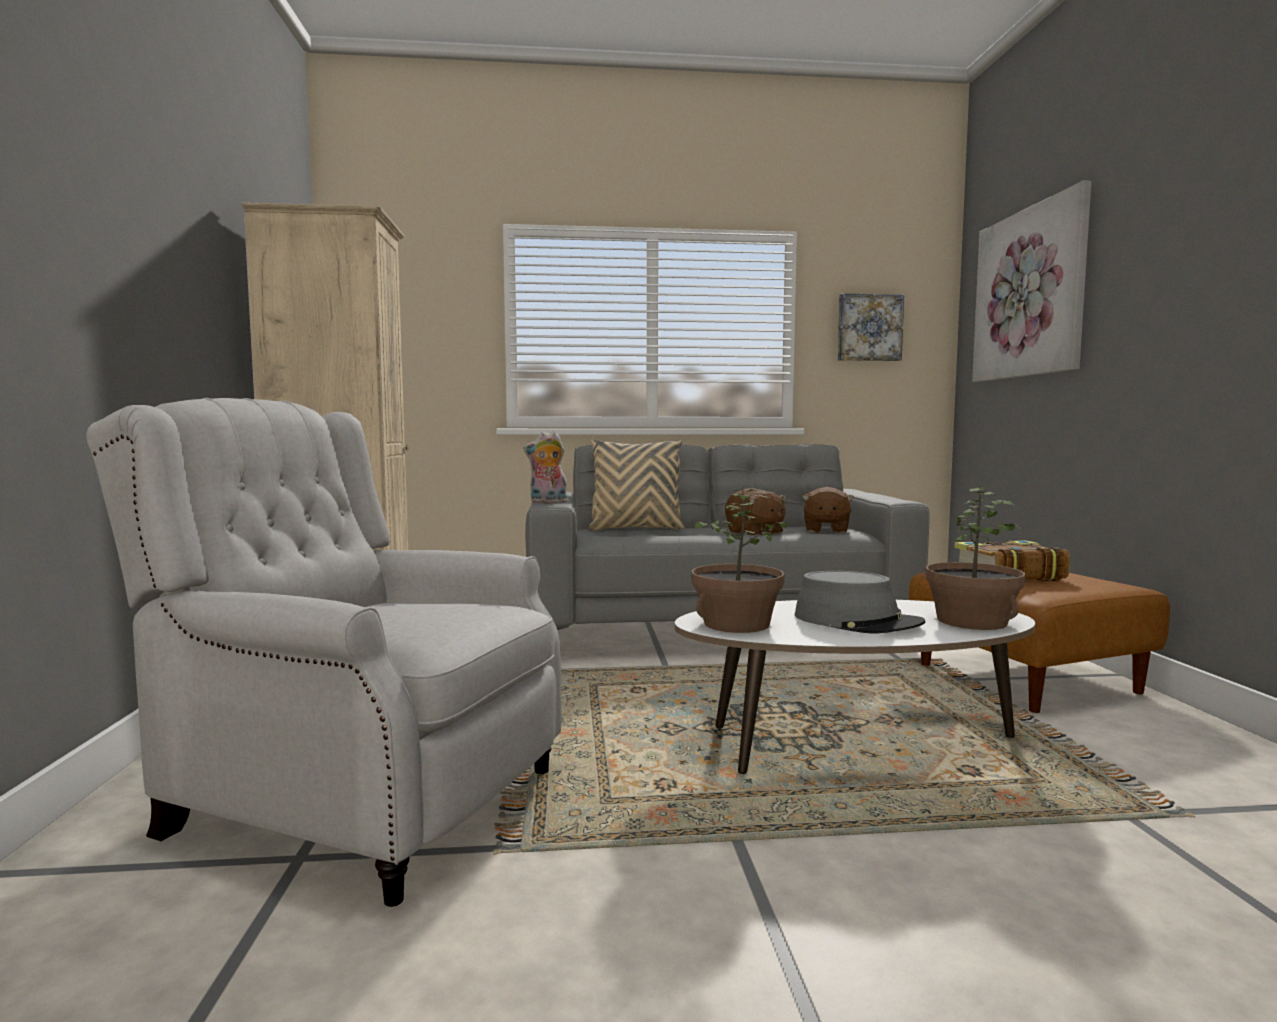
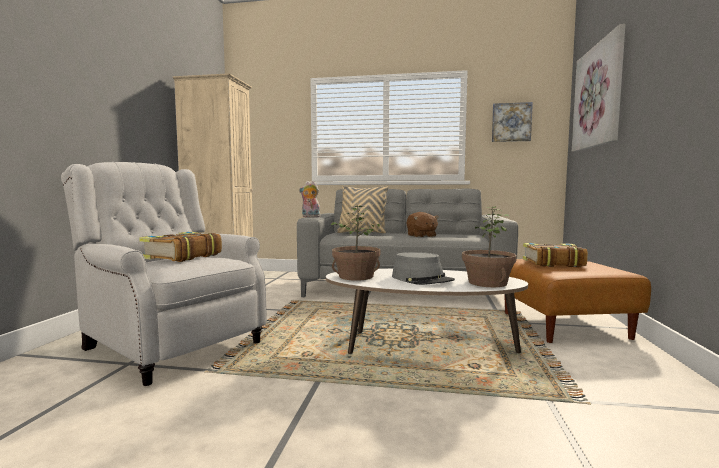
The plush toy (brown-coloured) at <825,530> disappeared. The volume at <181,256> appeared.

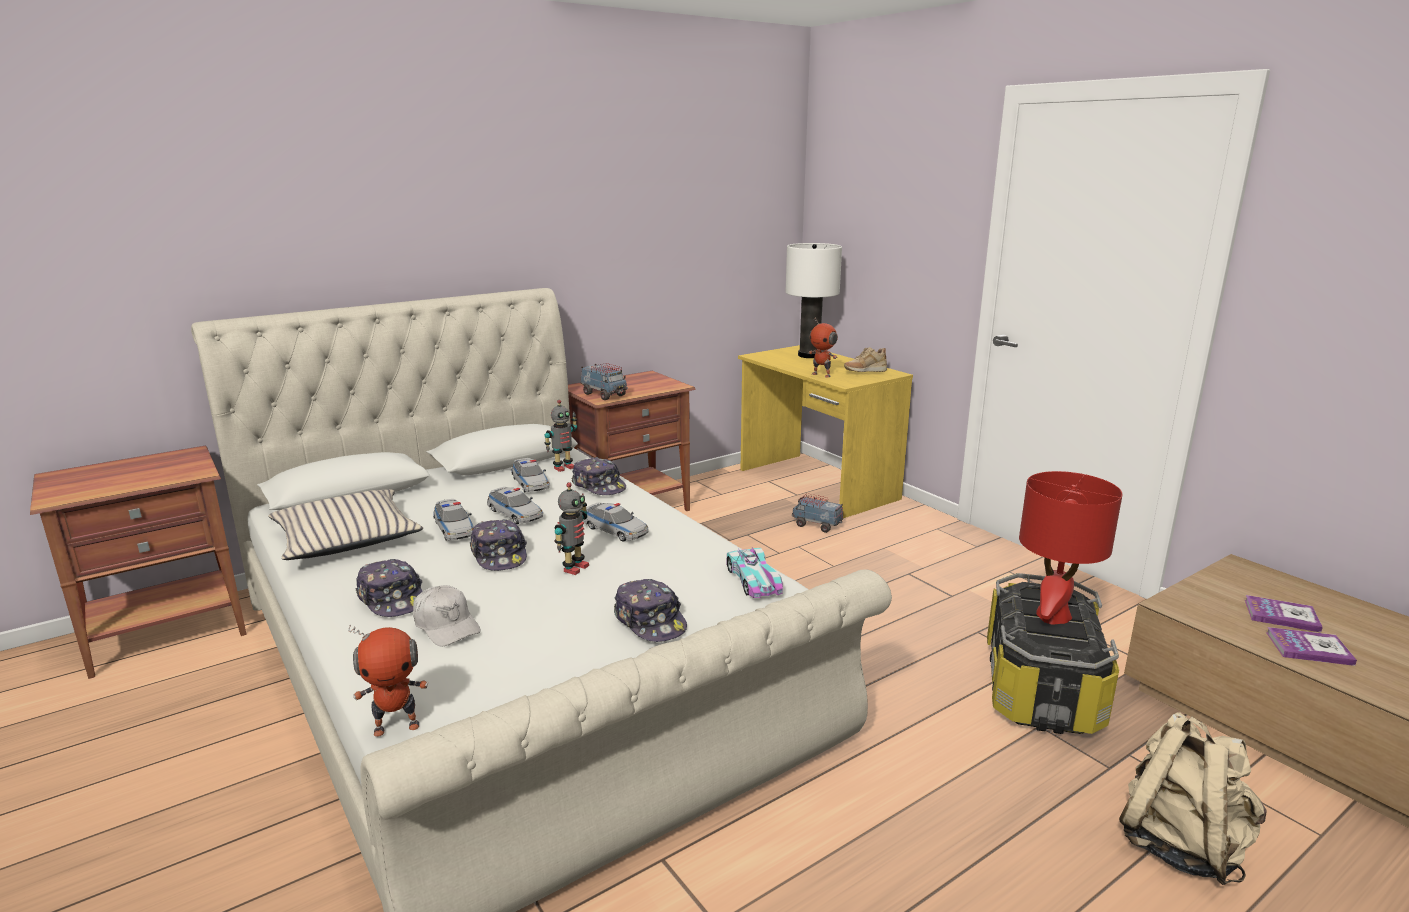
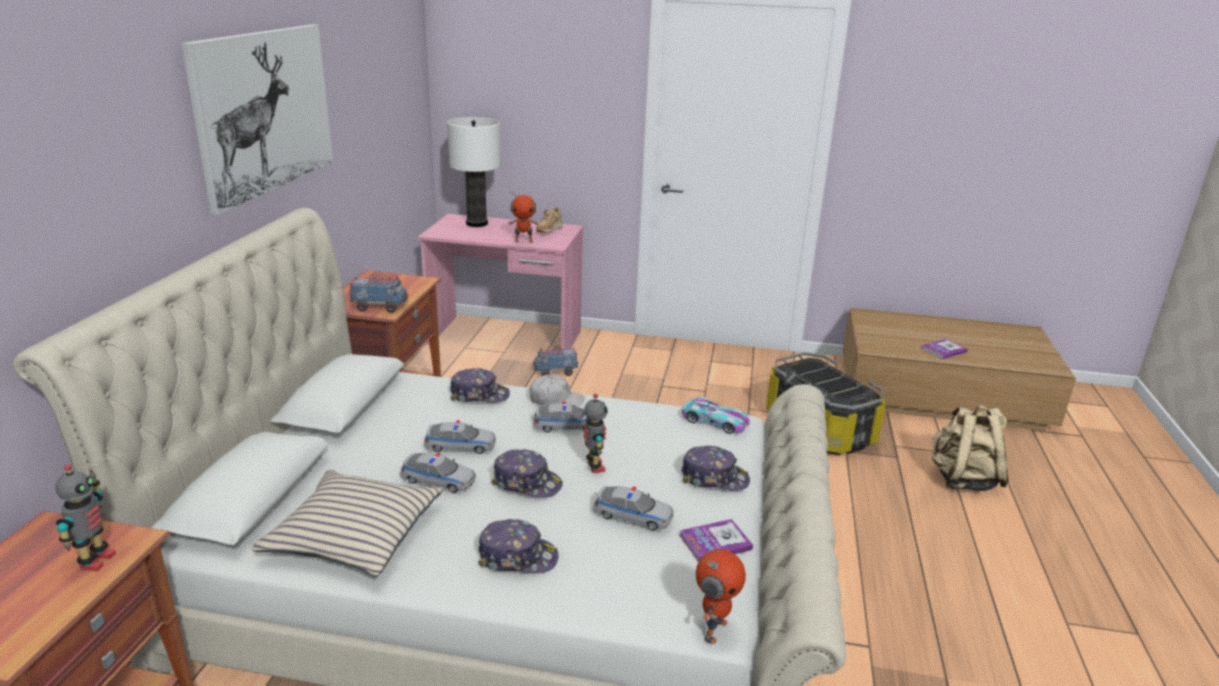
The desk unit (yellow-coloured) at <816,484> became the desk unit (pink-coloured) at <505,338>. The toy robot moved from <563,467> to <95,561>. The model car moved from <530,483> to <632,516>. The tabletop lamp (red-coloured) at <1052,616> disappeared. The peaked cap (white-coloured) moved from <446,625> to <556,400>. The volume moved from <1281,615> to <715,542>. The wall art at <265,111> appeared.

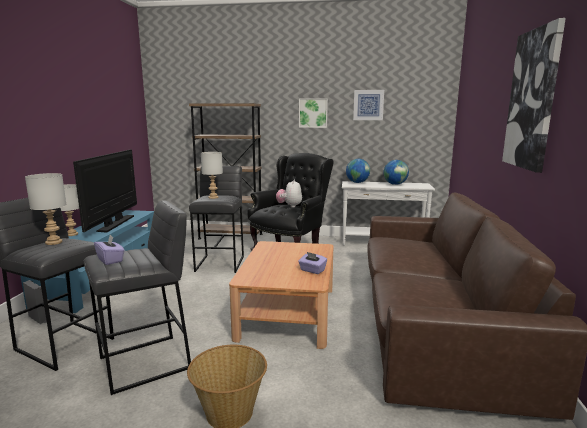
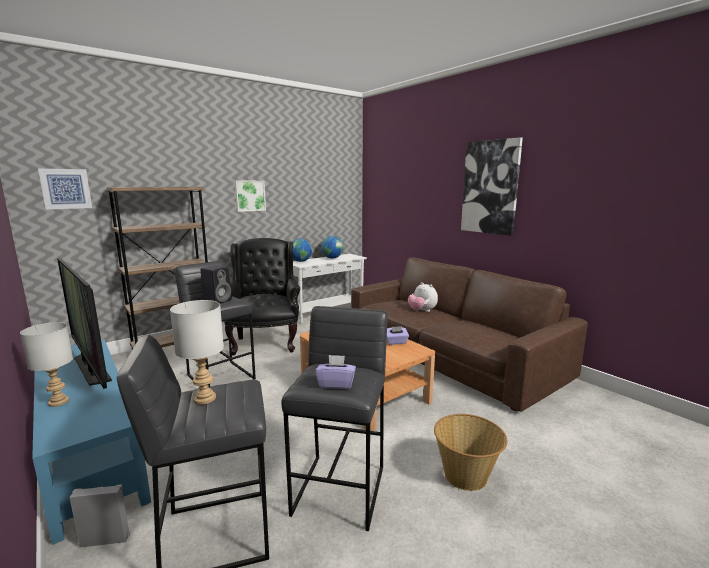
The wall art moved from <368,105> to <66,189>. The tabletop lamp (gray) at <213,197> was replaced by the loudspeaker (black-coloured) at <218,301>. The plush toy moved from <289,206> to <422,311>.

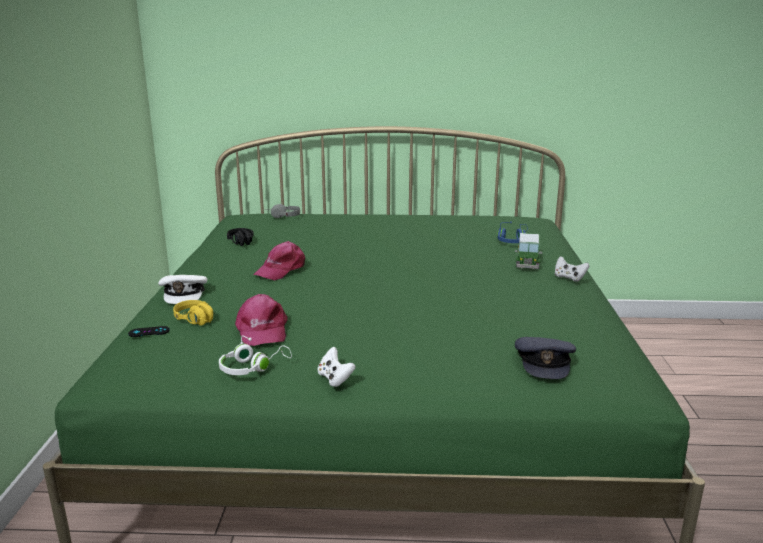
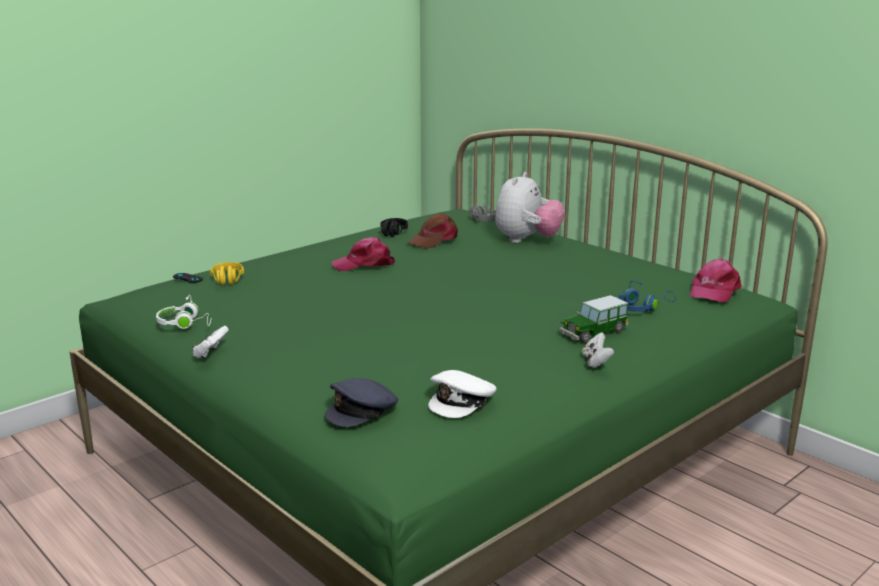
The peaked cap (white-coloured) moved from <184,293> to <462,401>. The peaked cap (pink-coloured) moved from <261,330> to <713,291>. The plush toy at <527,240> appeared. The peaked cap (brown-coloured) at <434,240> appeared.

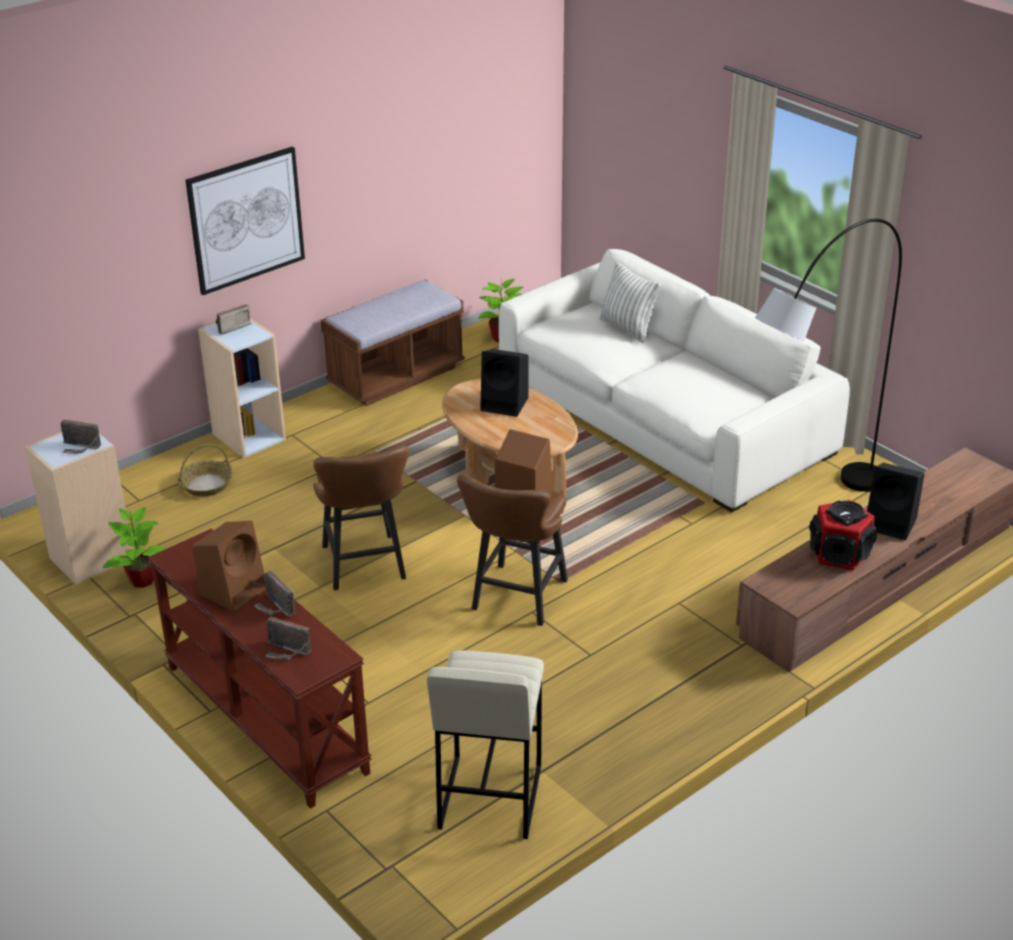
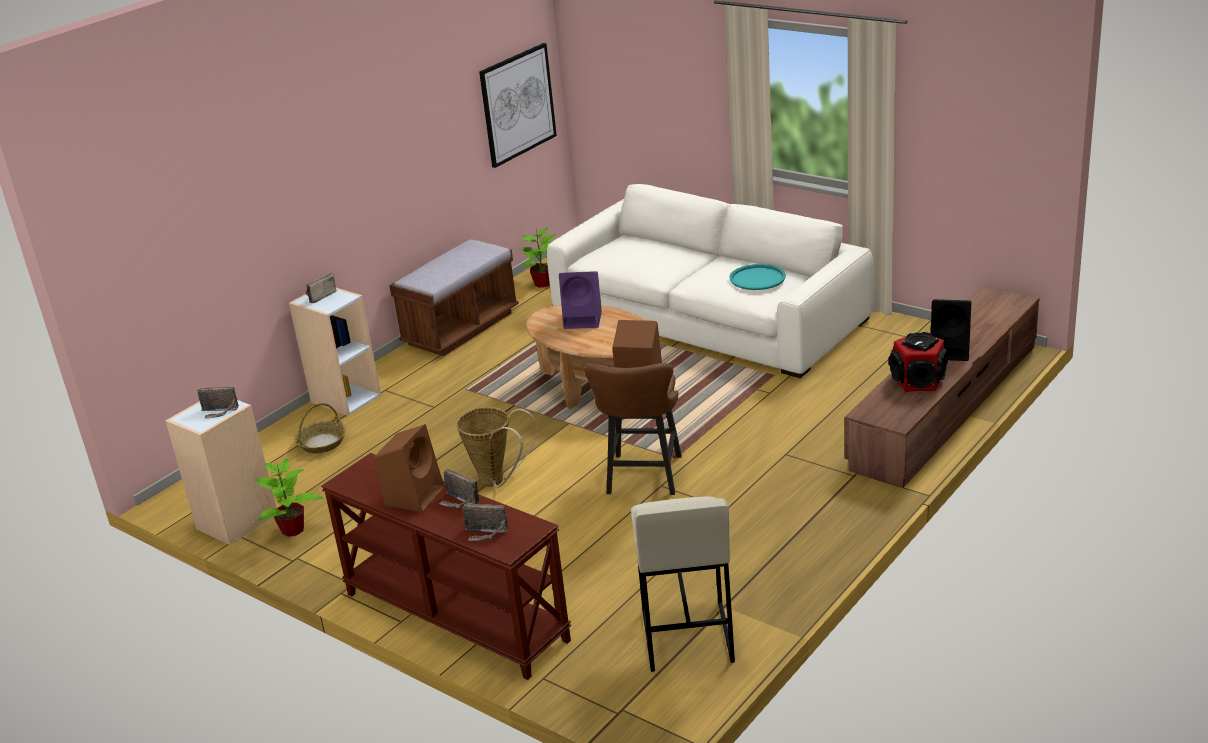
The wall art moved from <246,220> to <517,104>. The standard lamp (gray) at <808,510> disappeared. The pillow at <627,328> disappeared. The loudspeaker (black-coloured) at <506,404> became the loudspeaker (purplish) at <584,320>. The sitting stool (brown-coloured) at <365,569> was replaced by the basket at <497,481>. The tray (turquoise-coloured) at <757,278> appeared.

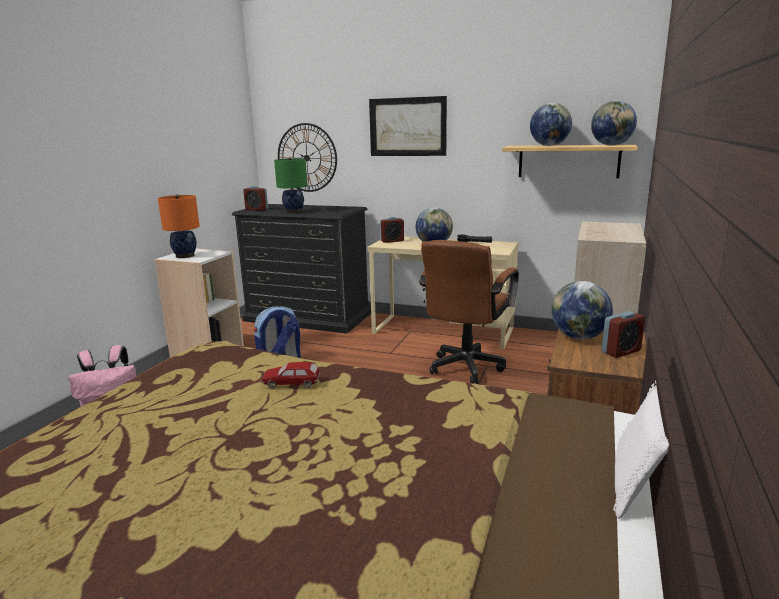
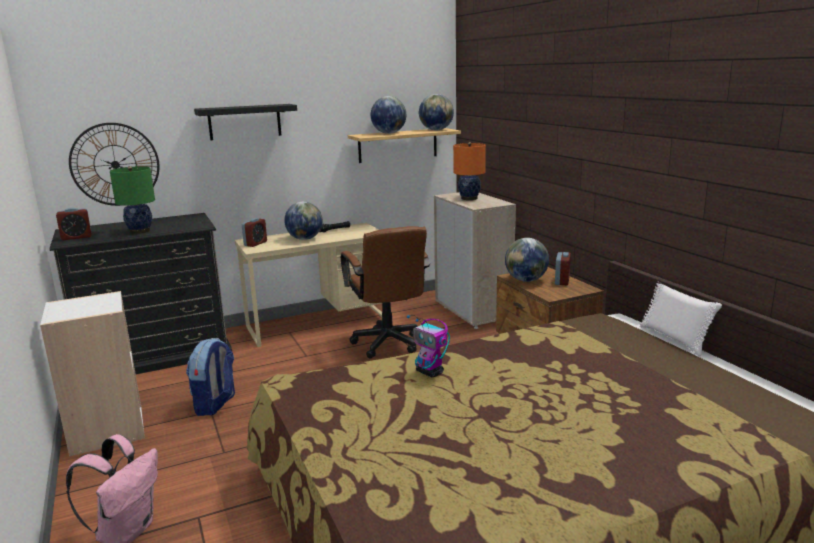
The wall art at <407,127> was replaced by the shelf (black-coloured) at <244,122>. The tabletop lamp (orangey) moved from <185,256> to <469,198>. The model car at <291,383> was replaced by the toy robot at <430,372>.

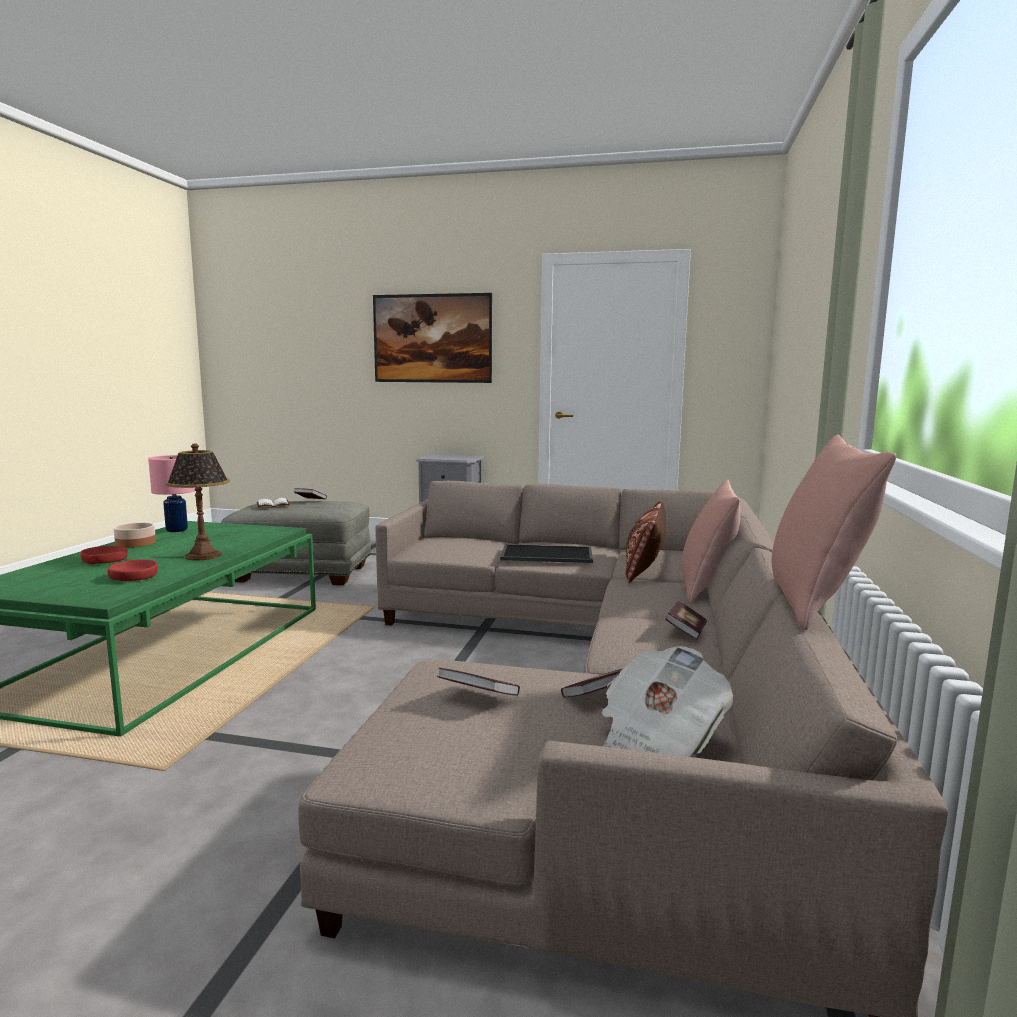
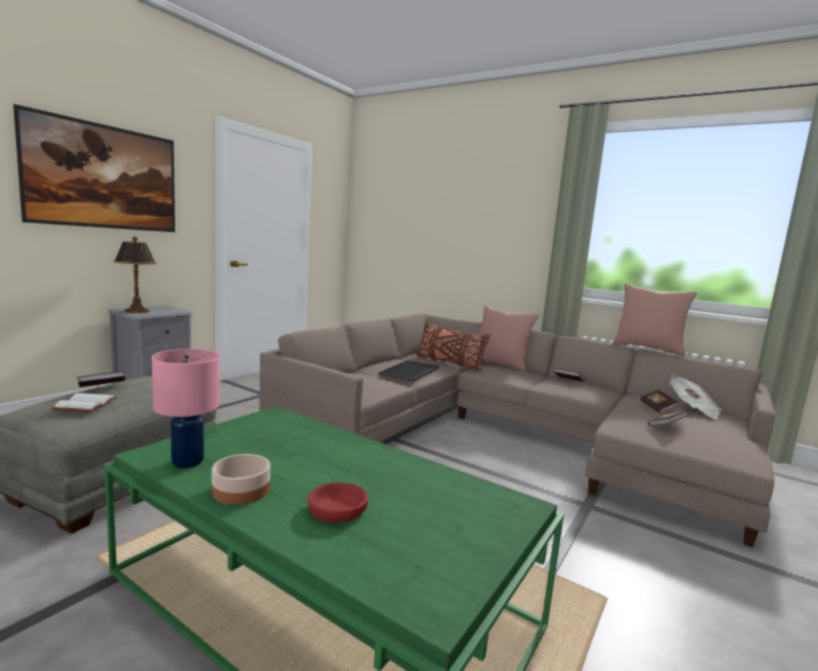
The tabletop lamp moved from <203,555> to <136,311>. The bowl (red-coloured) at <133,576> disappeared.

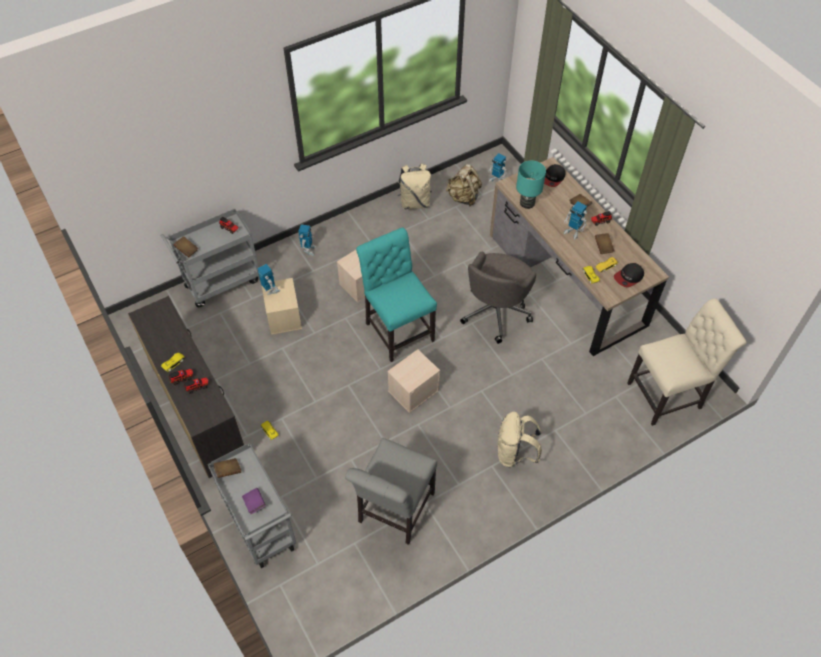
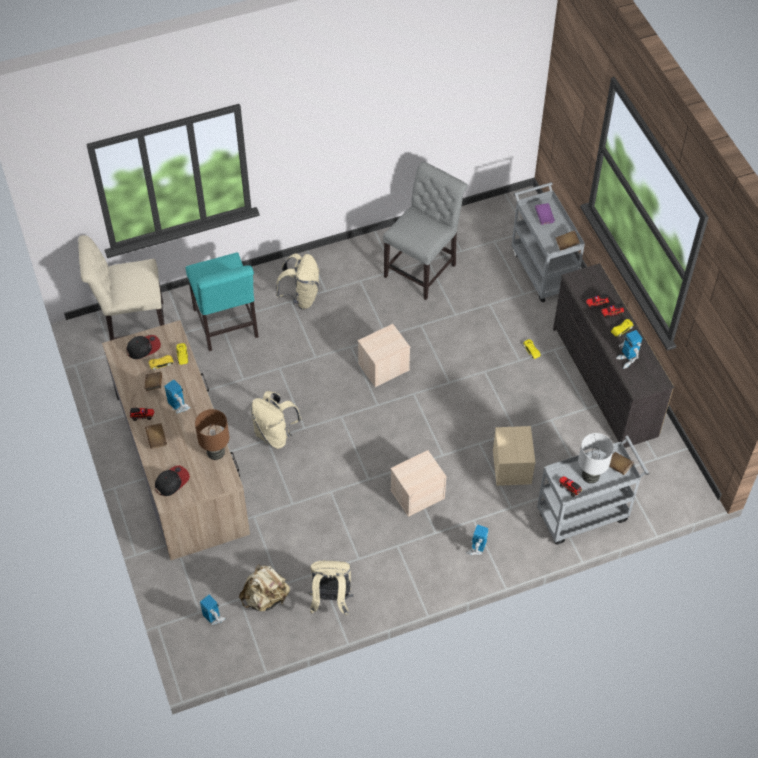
The tabletop lamp (turquoise-coloured) at <527,203> became the tabletop lamp (brown-coloured) at <215,452>. The plain chair (turquoise-coloured) moved from <397,328> to <226,327>. The office chair (gray) at <495,313> was replaced by the rucksack (beige) at <275,434>. The toy robot moved from <270,290> to <626,360>. The tabletop lamp (gray) at <590,475> appeared.

